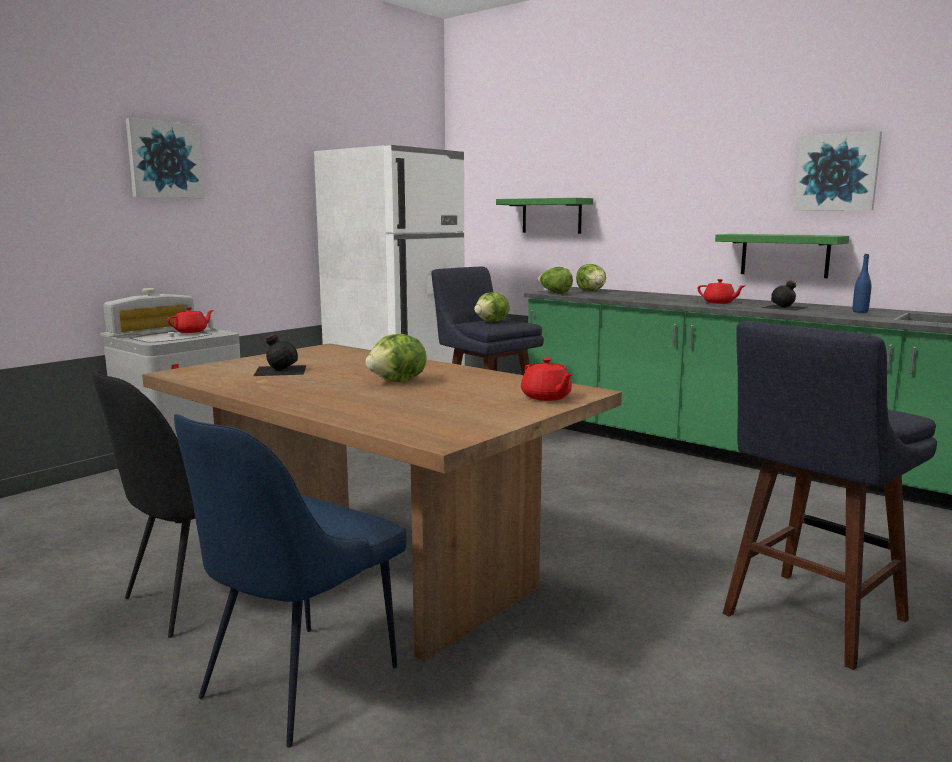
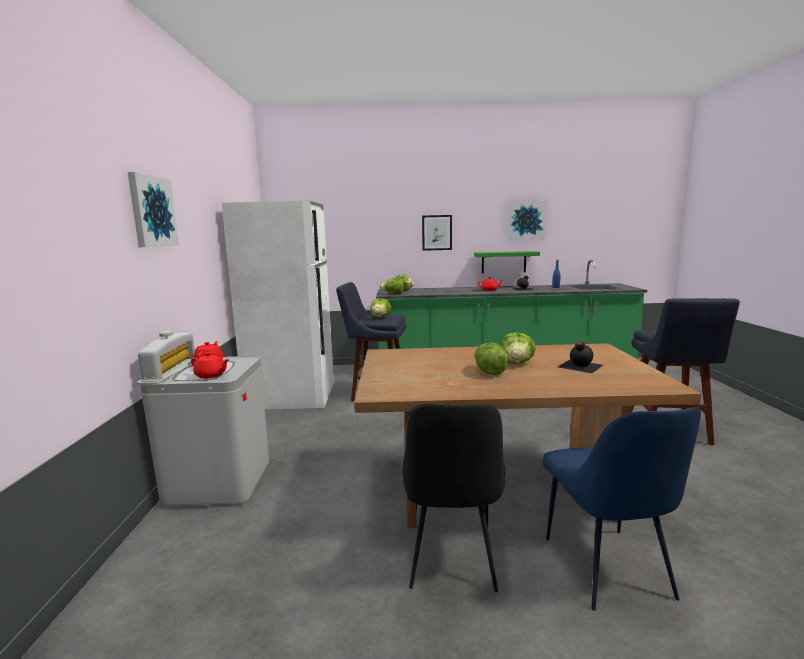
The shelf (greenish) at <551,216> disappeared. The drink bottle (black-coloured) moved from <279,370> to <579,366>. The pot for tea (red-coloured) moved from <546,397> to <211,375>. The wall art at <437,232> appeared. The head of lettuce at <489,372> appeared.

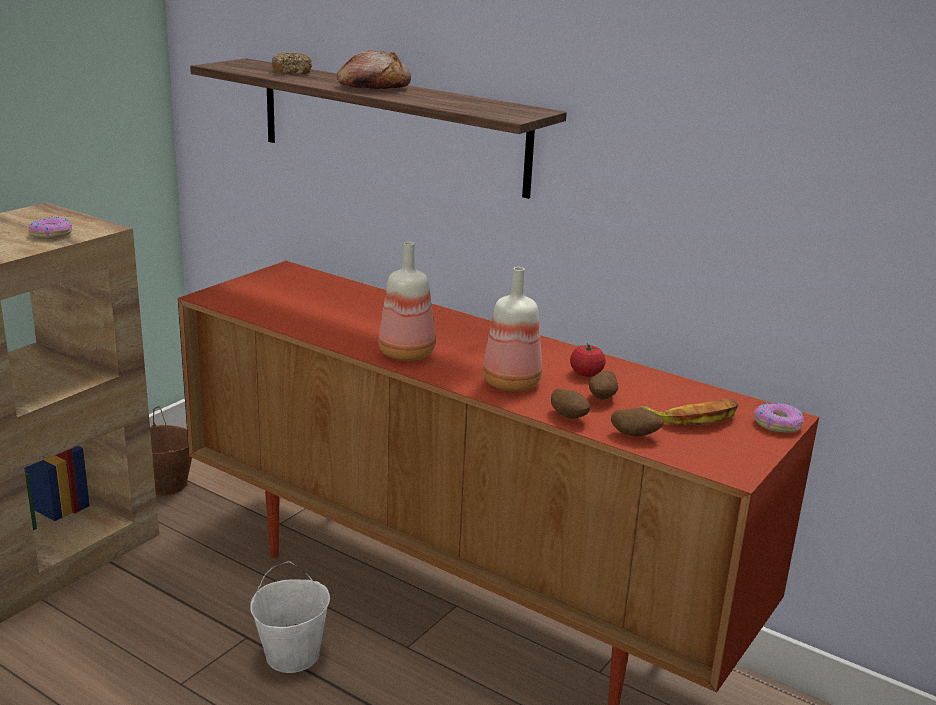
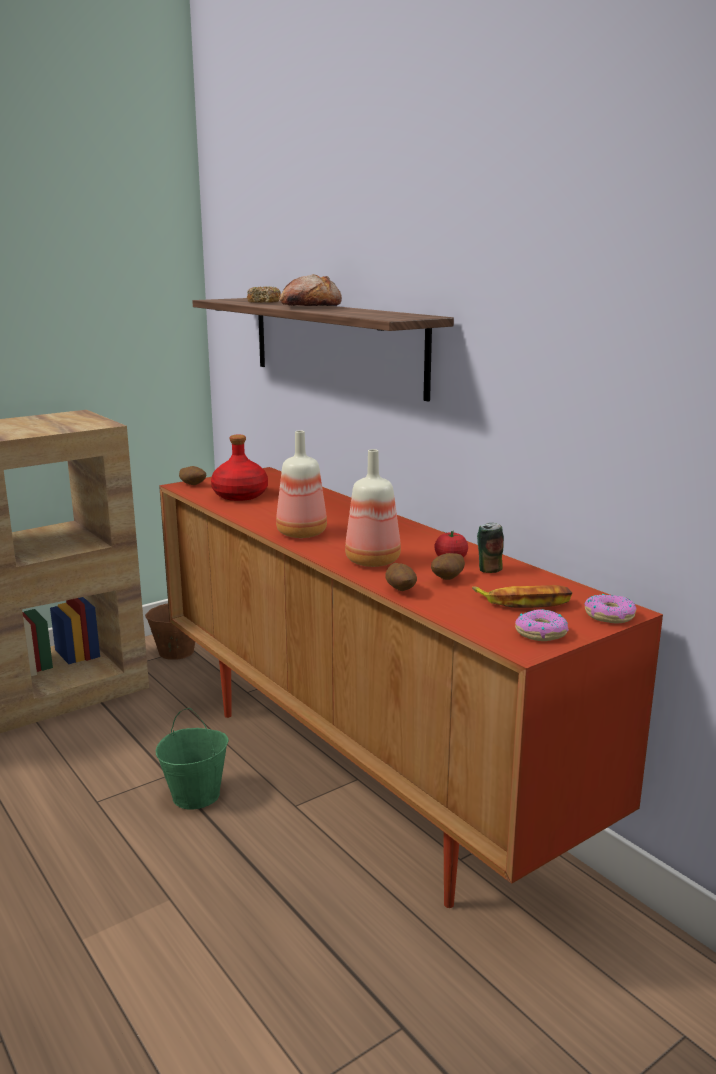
The ring doughnut moved from <51,234> to <540,632>. The whole potato moved from <635,435> to <193,485>. The water bucket (white-coloured) at <293,655> became the water bucket (greenish) at <196,795>. The drink bottle (red-coloured) at <241,495> appeared. The metal can at <489,569> appeared.

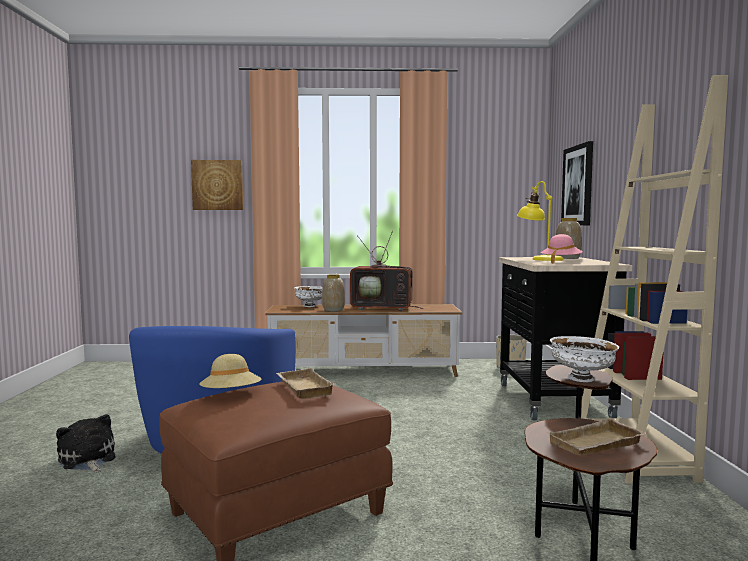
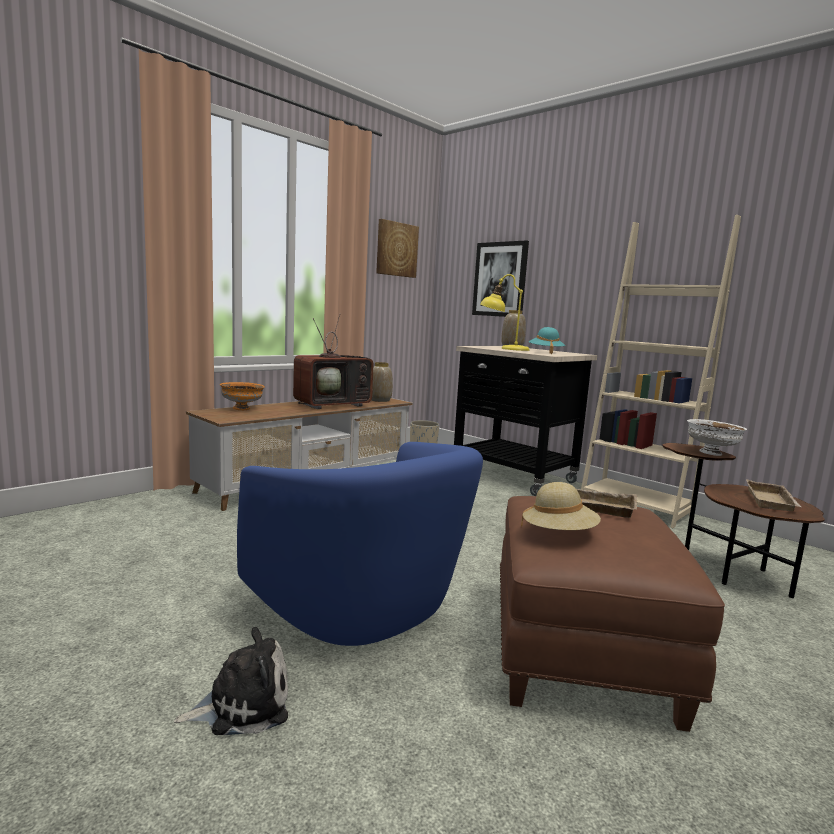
The wall art moved from <217,185> to <396,249>. The clothing hat (pink-coloured) at <561,262> became the clothing hat (turquoise-coloured) at <545,352>. The decorative vase moved from <333,310> to <379,400>. The bowl (white-coloured) at <310,306> became the bowl (orangey) at <242,408>. The plush toy at <87,460> turned 150 degrees clockwise.

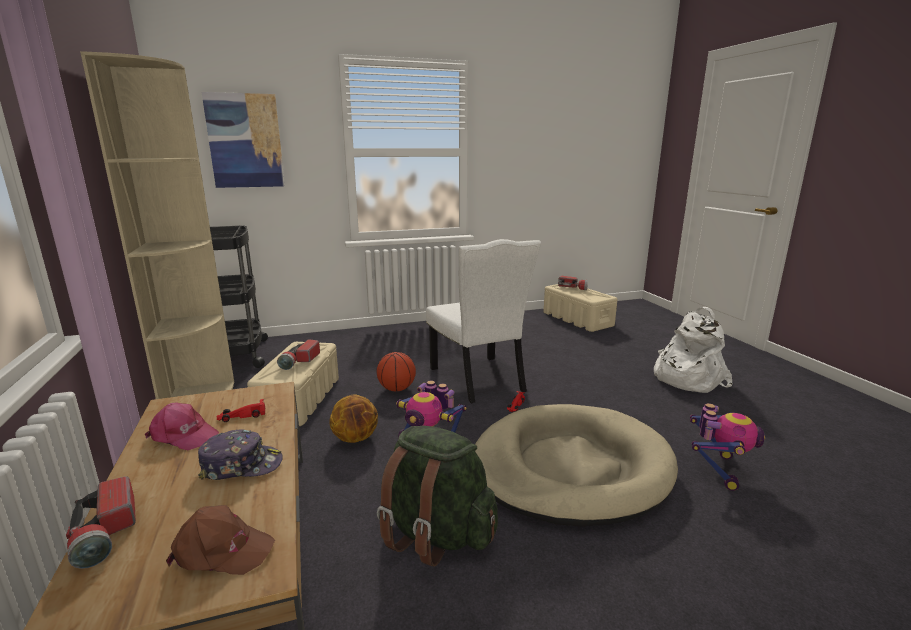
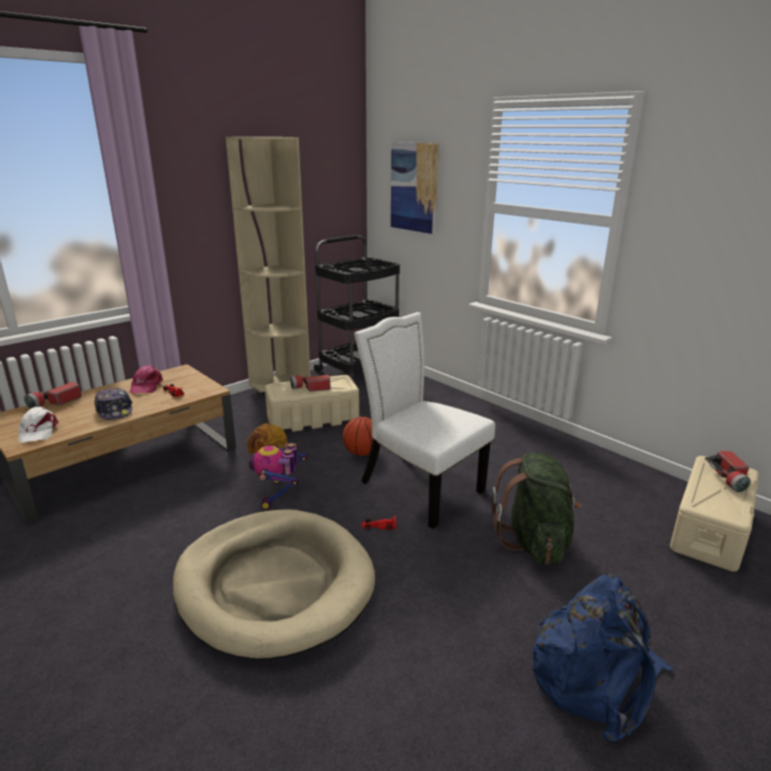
The plain chair (white-coloured) at <478,378> turned 90 degrees clockwise. The rucksack (white-coloured) at <685,378> became the rucksack (bluish) at <595,678>. The toy robot at <717,469> disappeared. The rucksack (greenish) moved from <435,534> to <534,541>. The peaked cap (brown-coloured) at <222,550> became the peaked cap (white-coloured) at <38,431>.

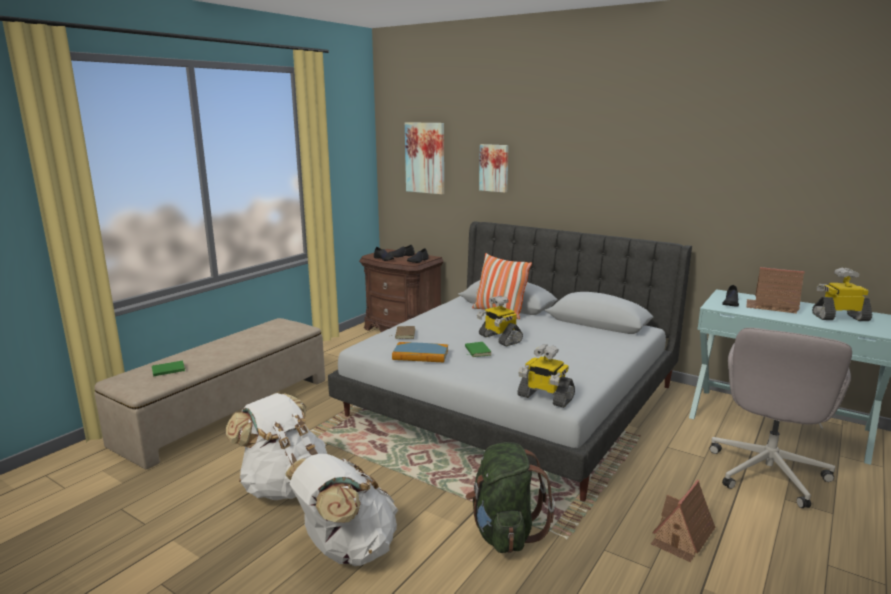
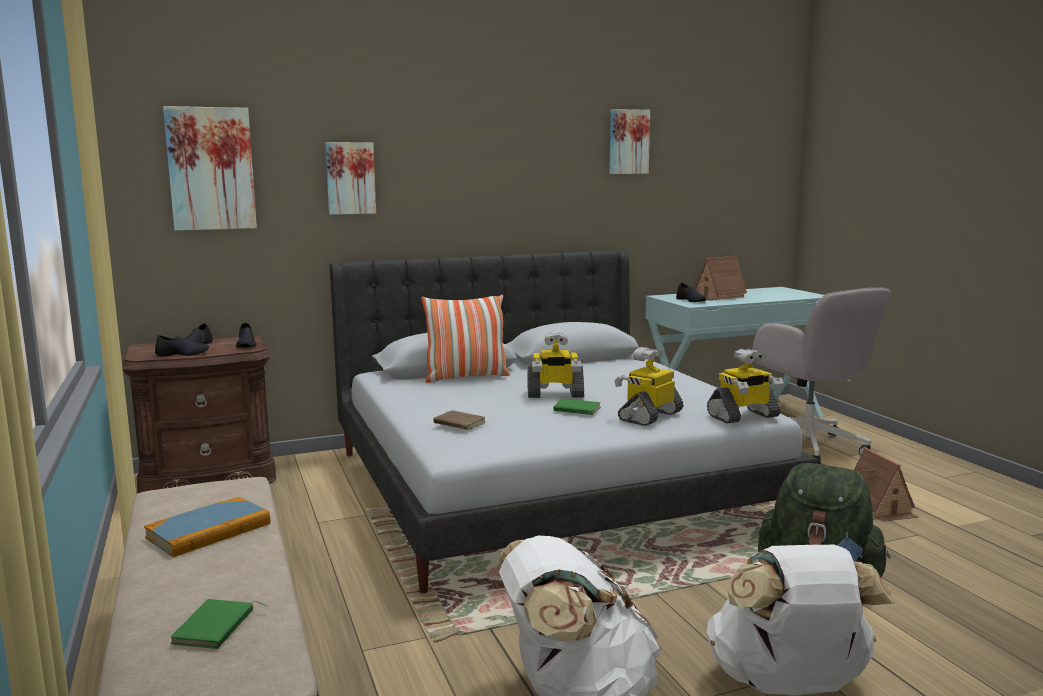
The toy robot moved from <840,317> to <649,416>. The volume moved from <420,355> to <209,531>. The wall art at <628,142> appeared.

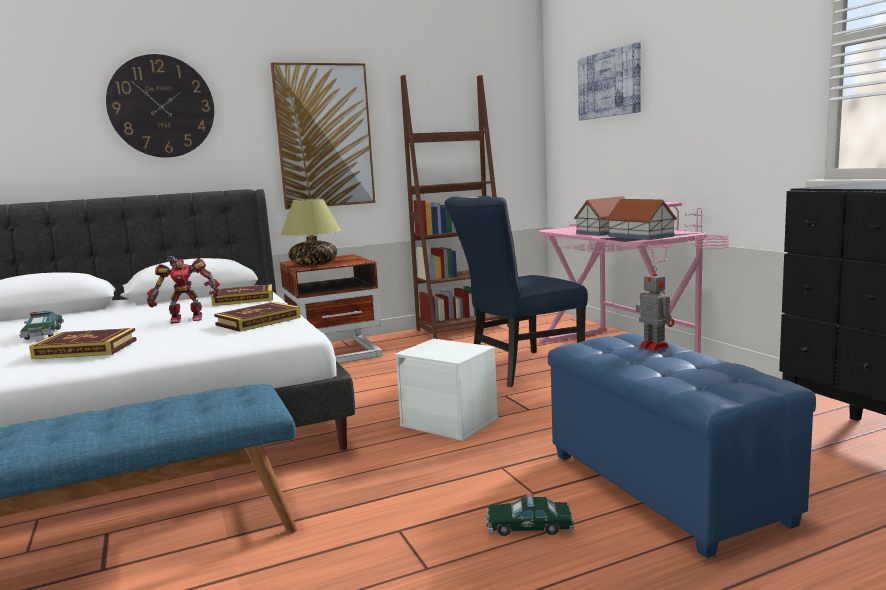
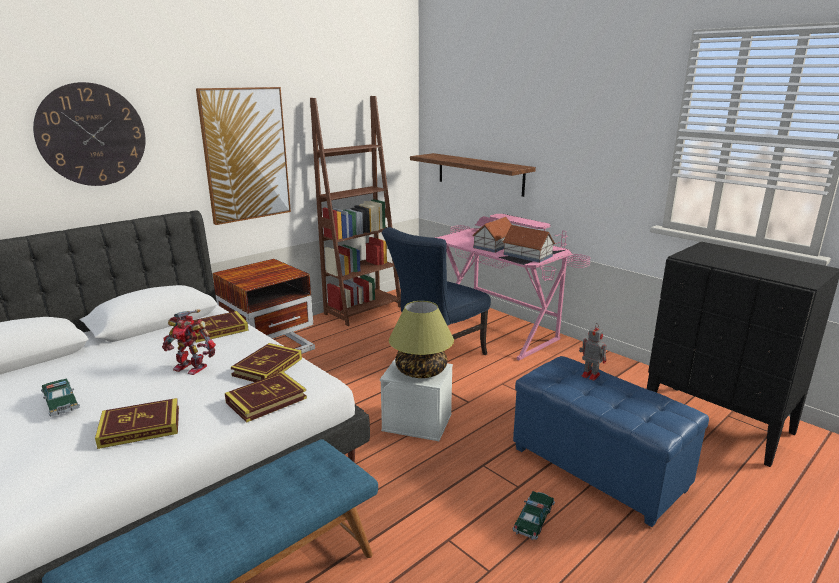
The wall art at <609,84> disappeared. The tabletop lamp moved from <314,264> to <421,371>. The toy robot at <186,319> turned 60 degrees clockwise. The model car at <529,527> turned 135 degrees clockwise. The shelf at <480,174> appeared. The volume at <266,400> appeared.

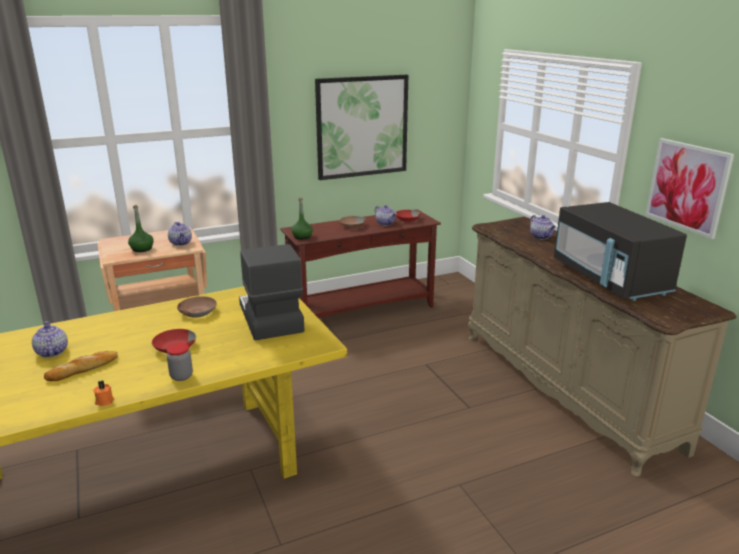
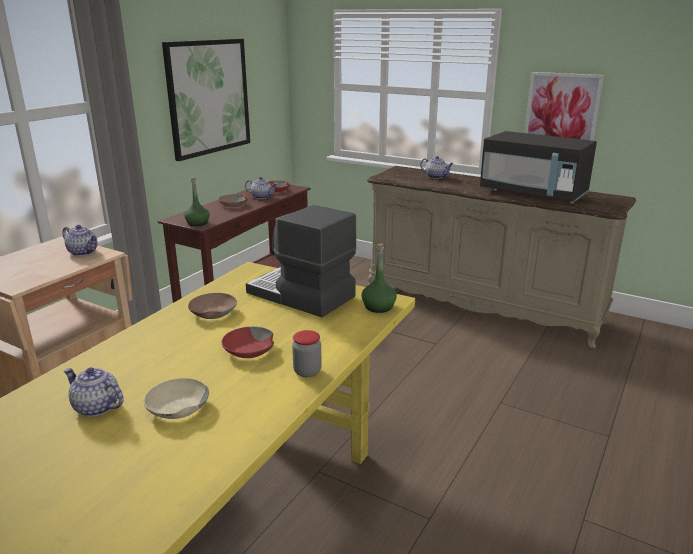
The drink bottle (greenish) moved from <142,249> to <378,307>. The bread at <83,369> was replaced by the bowl (beige) at <176,407>. The wax candle (orangey) at <104,401> disappeared.

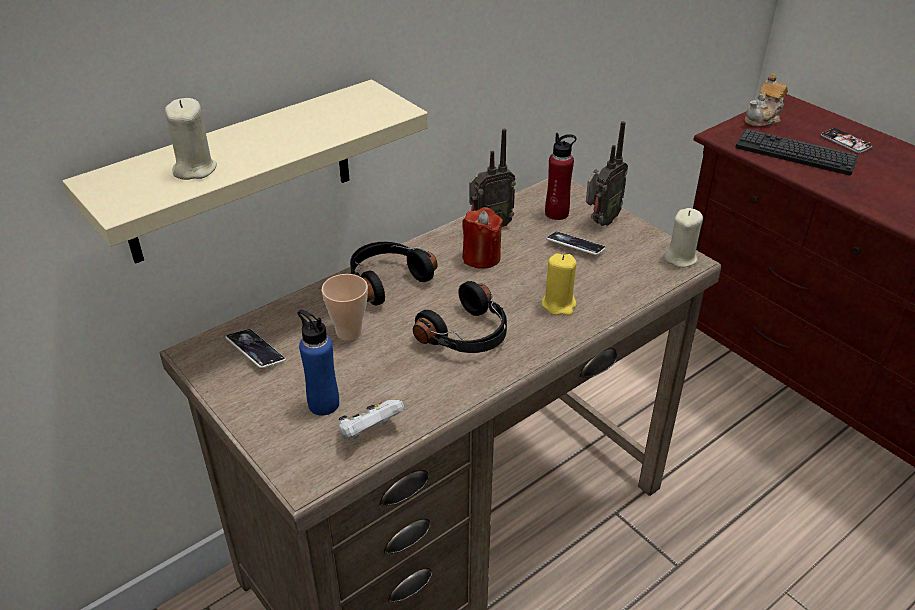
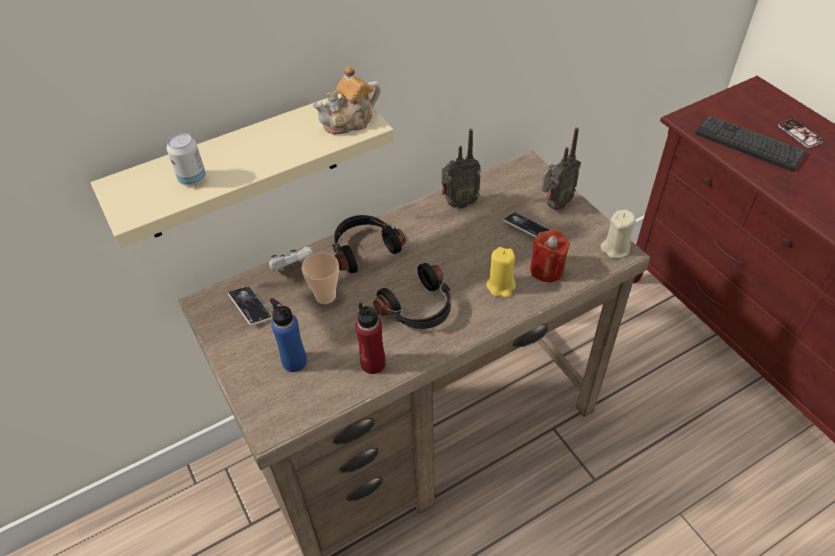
The pot for tea moved from <763,119> to <350,121>. The wax candle (beige) at <194,169> was replaced by the metal can at <192,179>. The drink bottle (red-coloured) moved from <557,213> to <373,364>. The wax candle (red-coloured) moved from <481,257> to <547,270>. The game controller (white-coloured) moved from <369,432> to <292,267>.

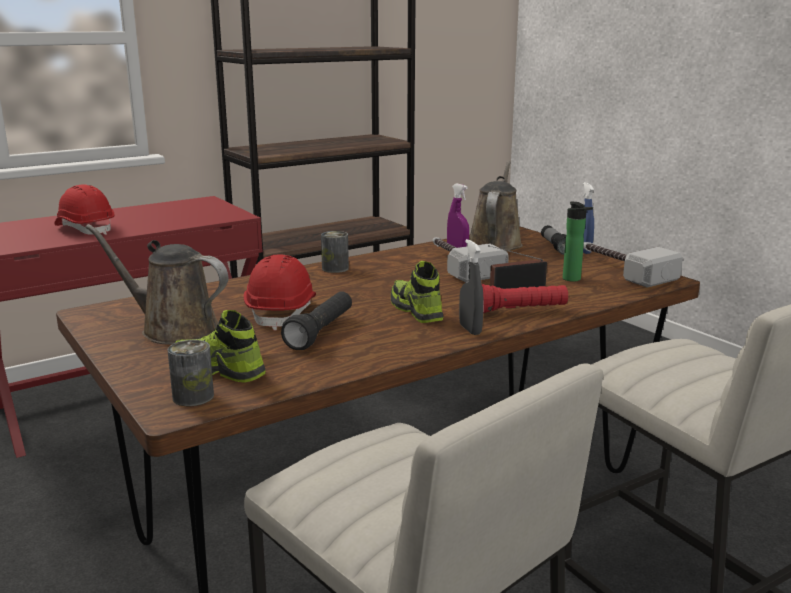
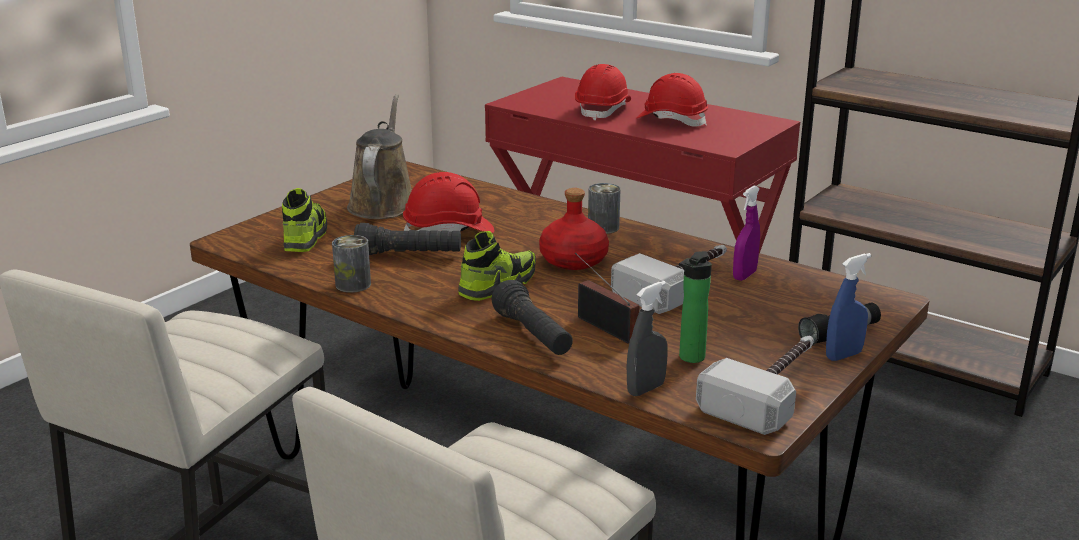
The sprinkling can (brown-coloured) at <495,243> disappeared. The spray bottle (gray) moved from <470,329> to <646,389>. The hand torch (red-coloured) at <517,311> became the hand torch (black-coloured) at <533,335>. The metal can moved from <193,397> to <353,285>. The safety helmet (red-coloured) at <671,120> appeared. The drink bottle (red-coloured) at <573,260> appeared.

